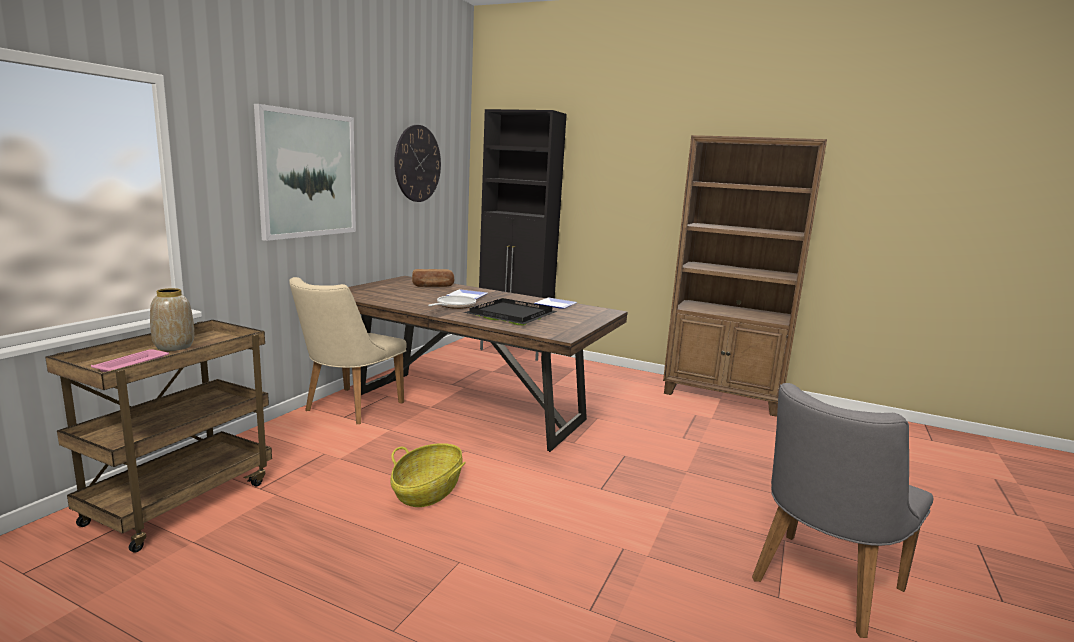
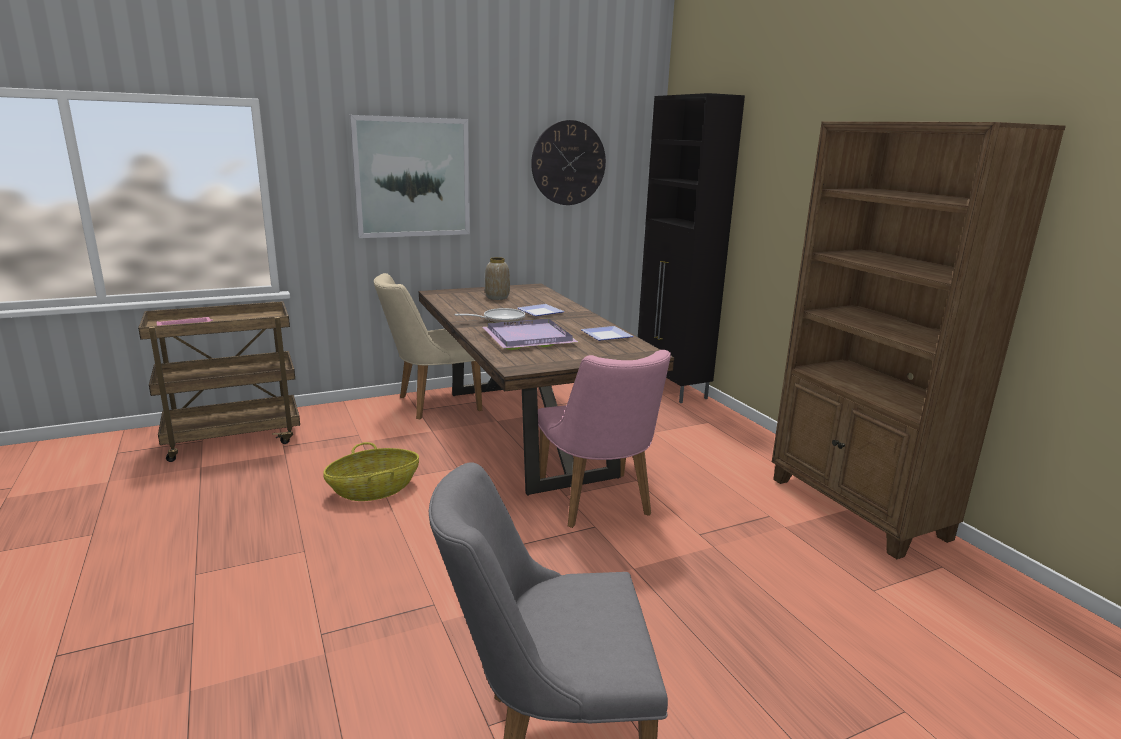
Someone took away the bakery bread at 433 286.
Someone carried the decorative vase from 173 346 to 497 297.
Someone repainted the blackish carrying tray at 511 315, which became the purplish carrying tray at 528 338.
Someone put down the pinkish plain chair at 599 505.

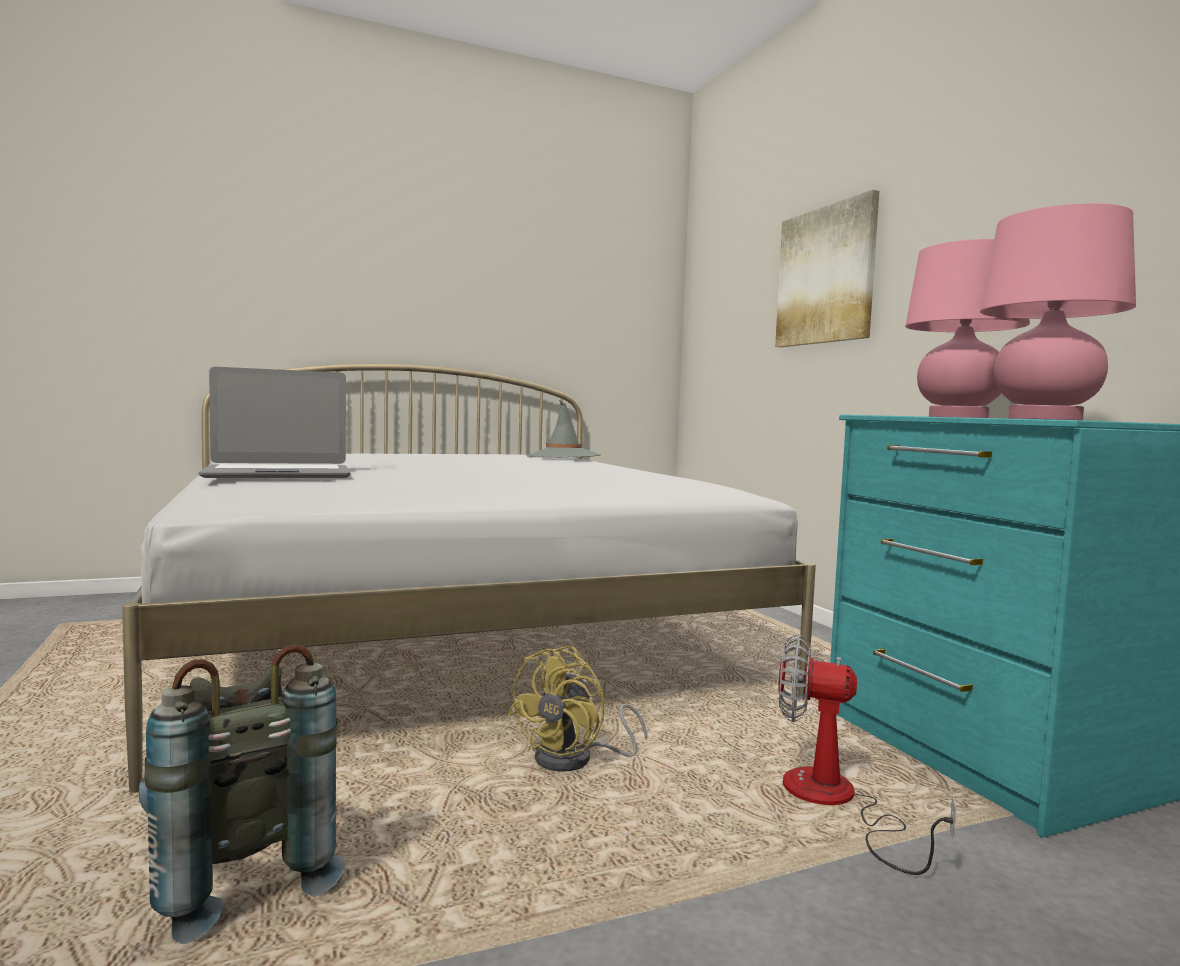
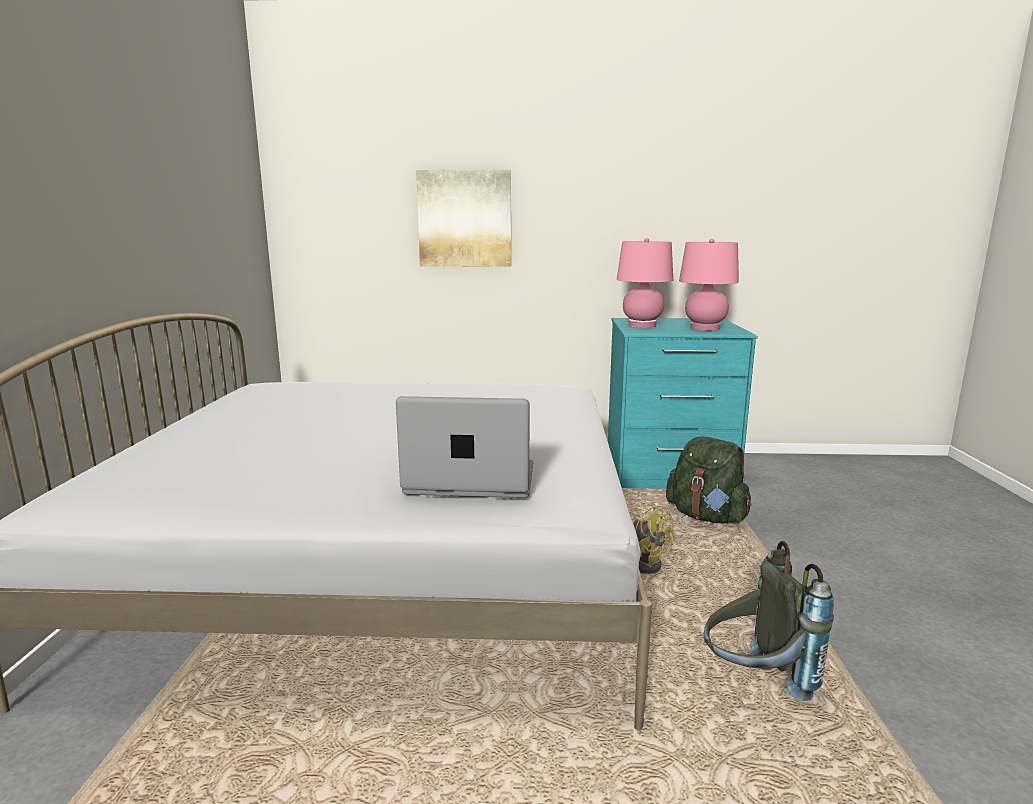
Someone rotated the notebook computer at 278 474 by 90 degrees counterclockwise.
Someone took away the greyish hat at 563 457.
Someone swapped the cooling fan at 835 803 for the greenish knapsack at 707 516.

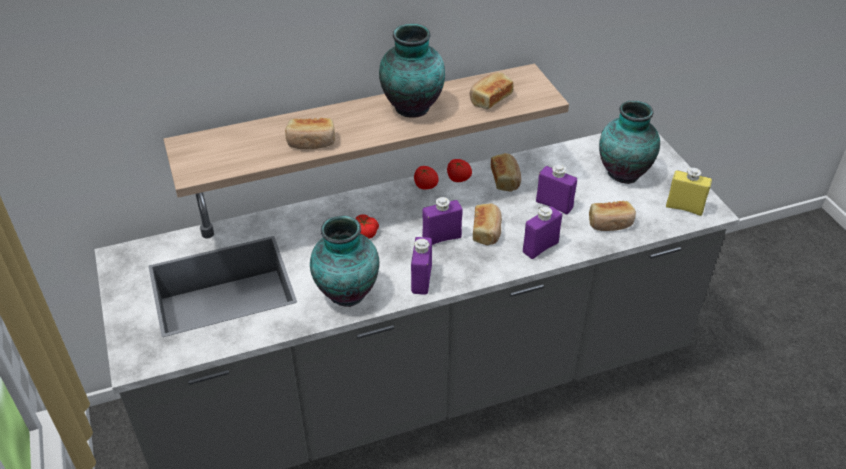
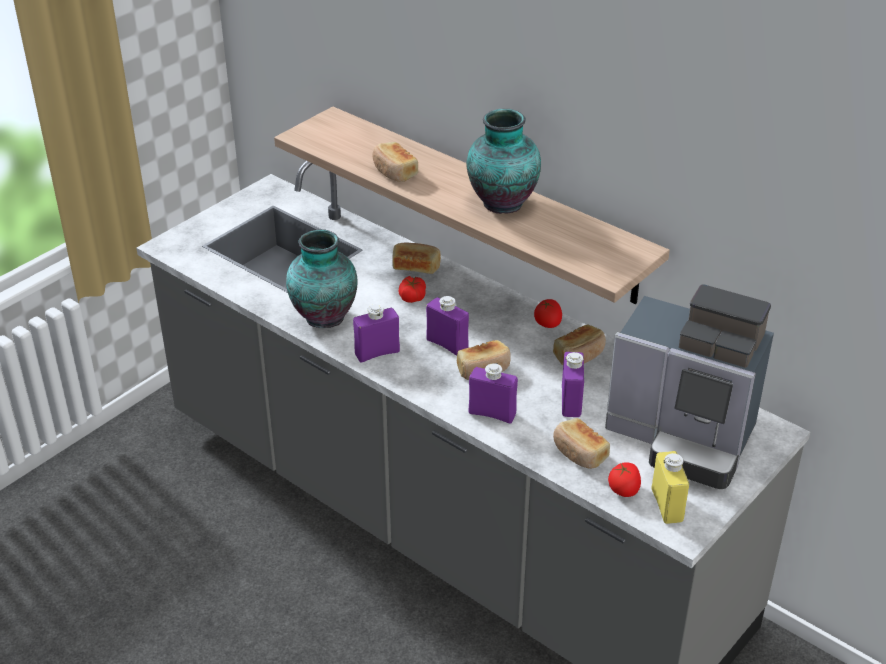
Someone carried the bakery bread from 489 99 to 416 266.
Someone swapped the decorative vase at 623 172 for the coffee brewer at 683 438.
Someone carried the fresh tomato from 425 186 to 624 490.

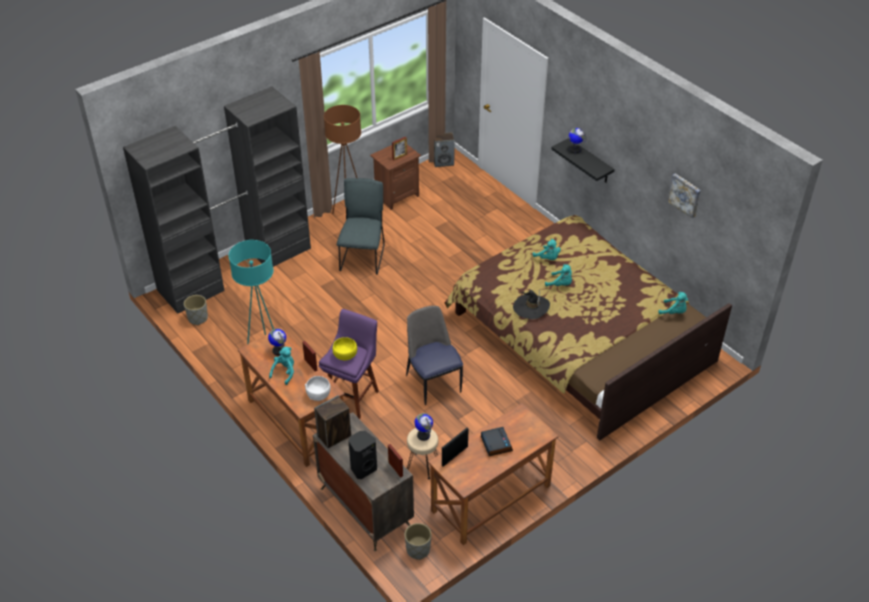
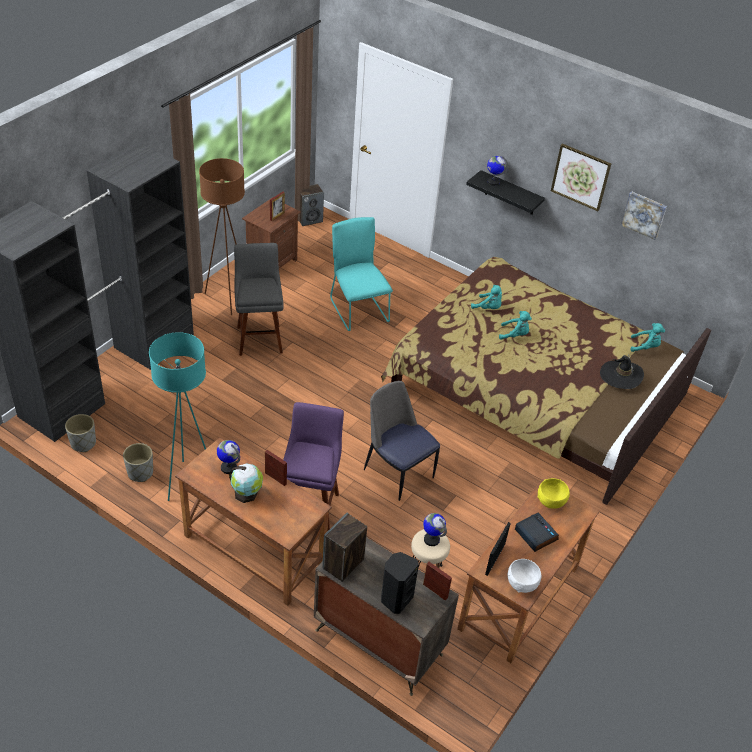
Someone swapped the greyish plain chair at 363 256 for the greyish stool seat at 259 337.
Someone carried the blackish hat from 531 307 to 621 376.
Someone carried the yellowish deep dish from 345 355 to 551 501.
Someone swapped the turquoise-coloured plush toy at 284 372 for the desk globe at 247 494.
Someone carried the white-coloured deep dish from 318 394 to 521 583.
Someone carried the greyish flower pot from 418 550 to 140 473.
Someone put up the wall picture at 580 177.
Someone put down the turquoise-coloured plain chair at 358 309.

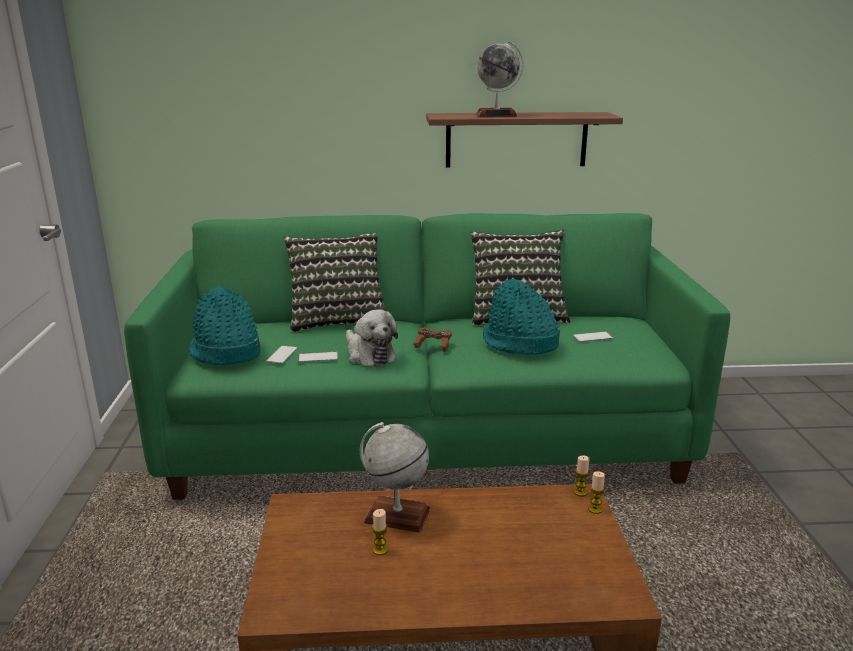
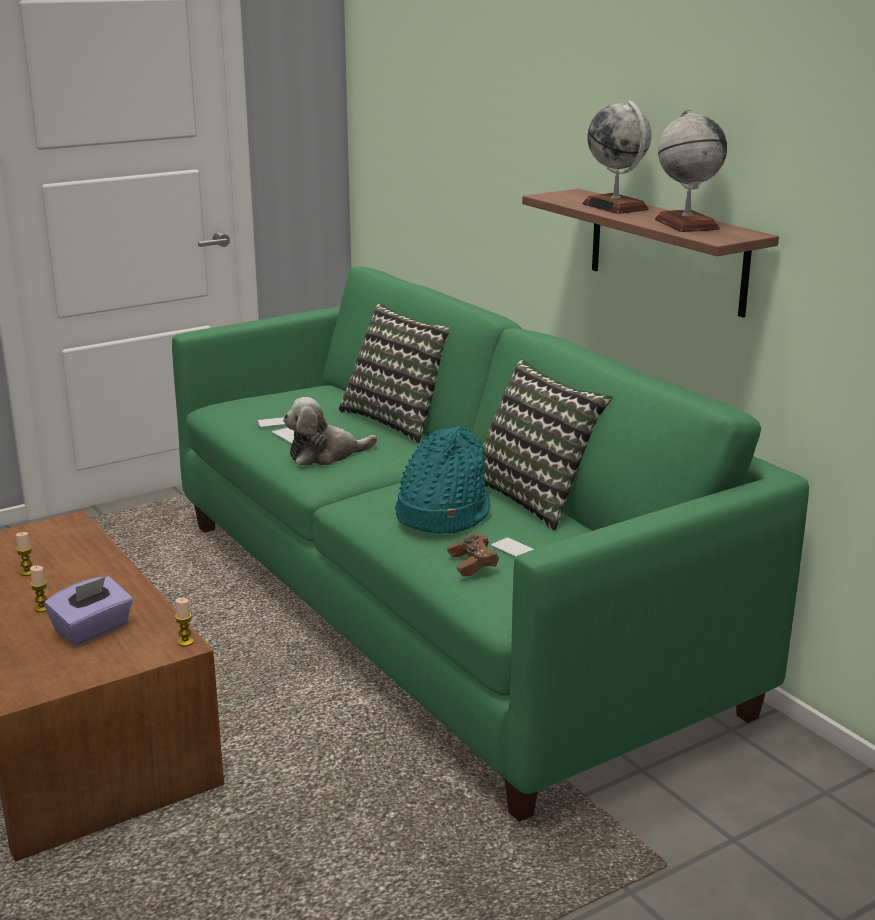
Someone took away the turquoise-coloured hat at 225 352.
Someone rotated the plush toy at 369 354 by 45 degrees clockwise.
Someone carried the brown game controller from 433 345 to 472 564.
Someone carried the desk globe from 397 515 to 686 224.
Someone carried the wax light from 595 509 to 42 608.
Someone put down the purplish tissue holder at 93 630.

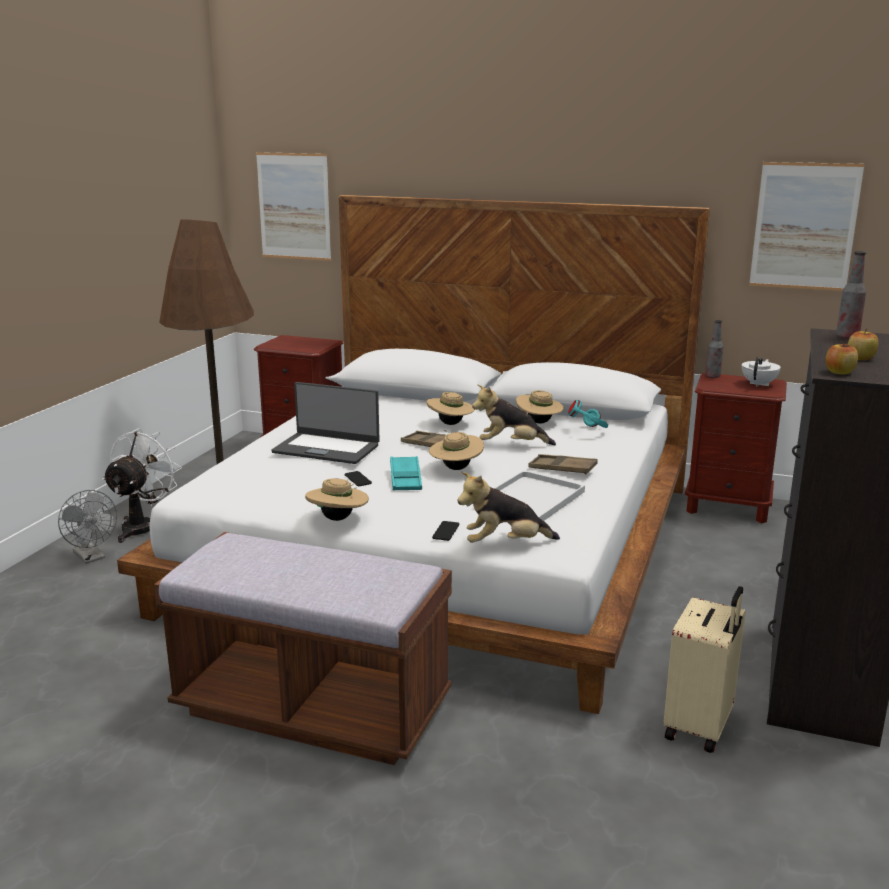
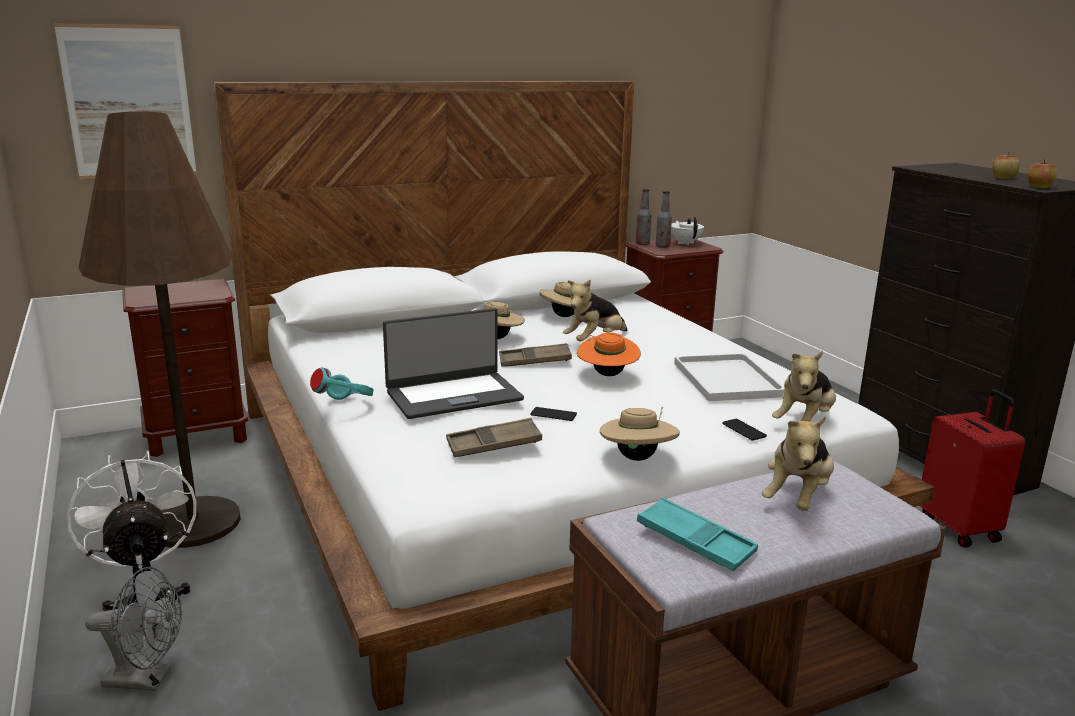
Someone took away the wall picture at 804 226.
Someone carried the drink bottle from 847 337 to 662 246.
Someone carried the turquoise-coloured pair of headphones from 589 430 to 345 406.
Someone repainted the sand-coloured hat at 456 468, which became the orange-coloured hat at 607 374.
Someone carried the brown carrying tray from 562 469 to 494 445.
Someone carried the turquoise-coloured carrying tray from 405 478 to 695 541.
Someone repainted the sand-coloured travel case at 700 727, which became the red-coloured travel case at 960 528.
Someone put down the plush toy at 797 497.

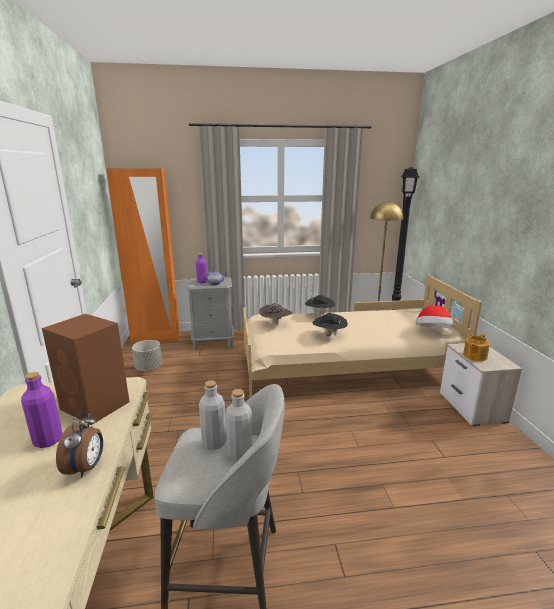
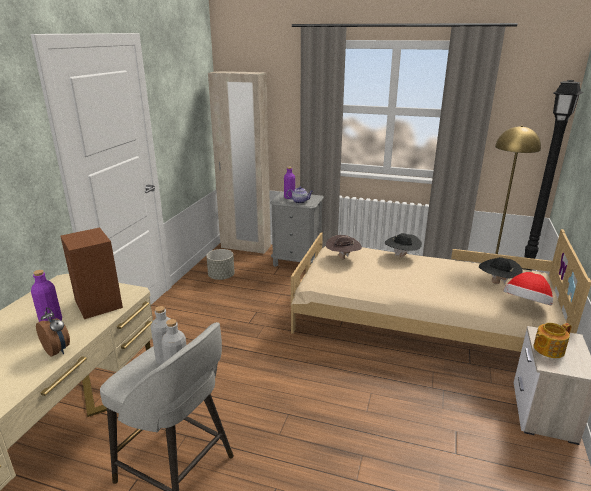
Someone repainted the orange-coloured clothes cupboard at 156 338, which became the sand-coloured clothes cupboard at 245 247.
Someone carried the blackish hat from 329 335 to 497 283.
Someone rotated the table clock at 86 468 by 75 degrees counterclockwise.

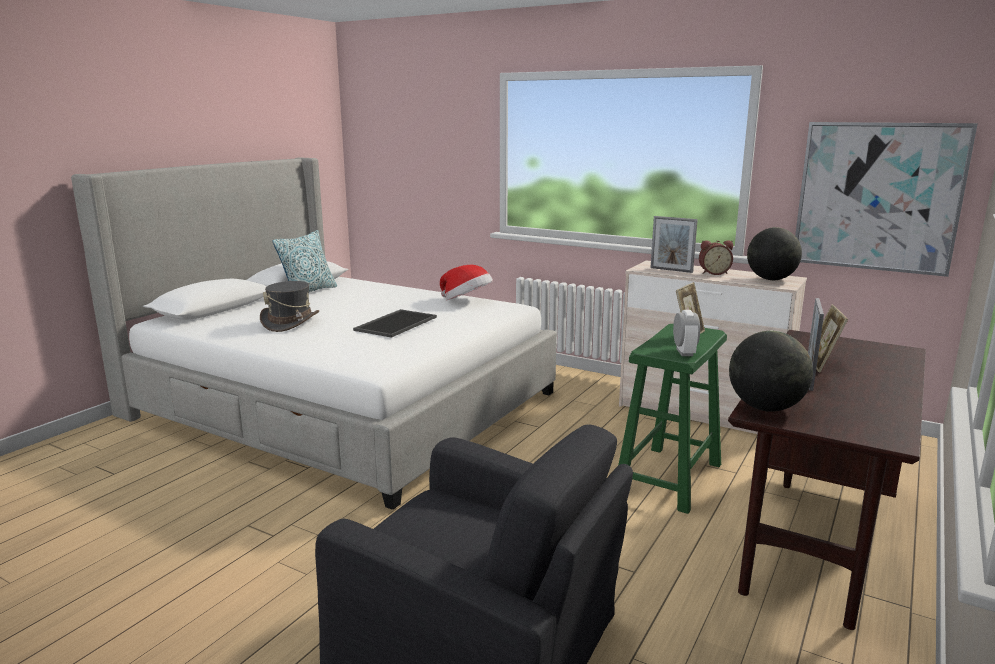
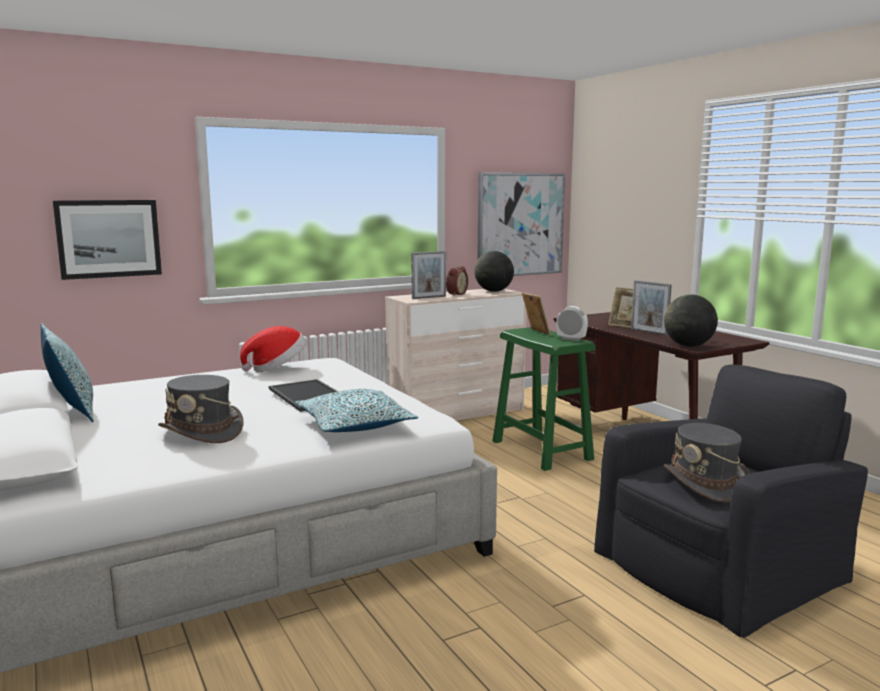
Someone put up the wall picture at 109 238.
Someone put down the throw pillow at 354 425.
Someone put down the greyish hat at 705 483.

